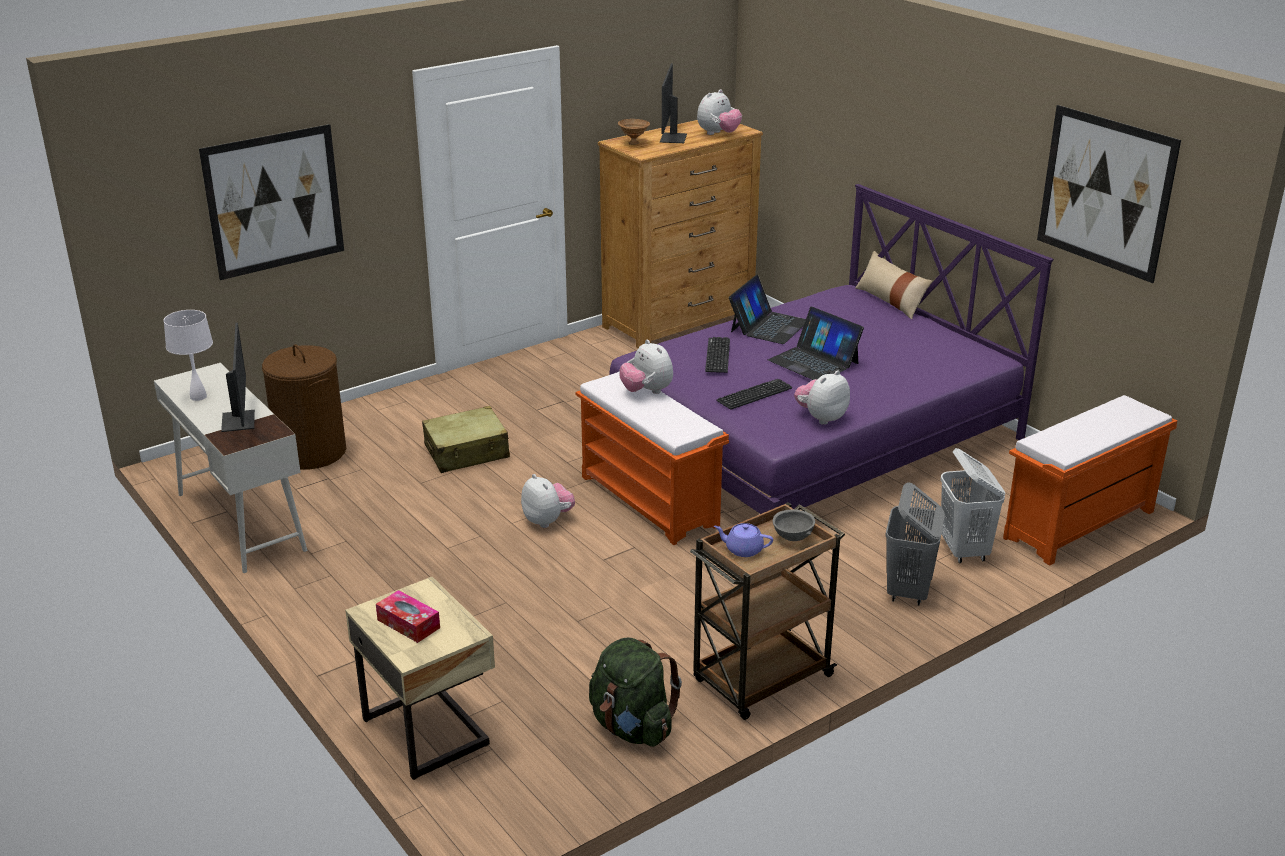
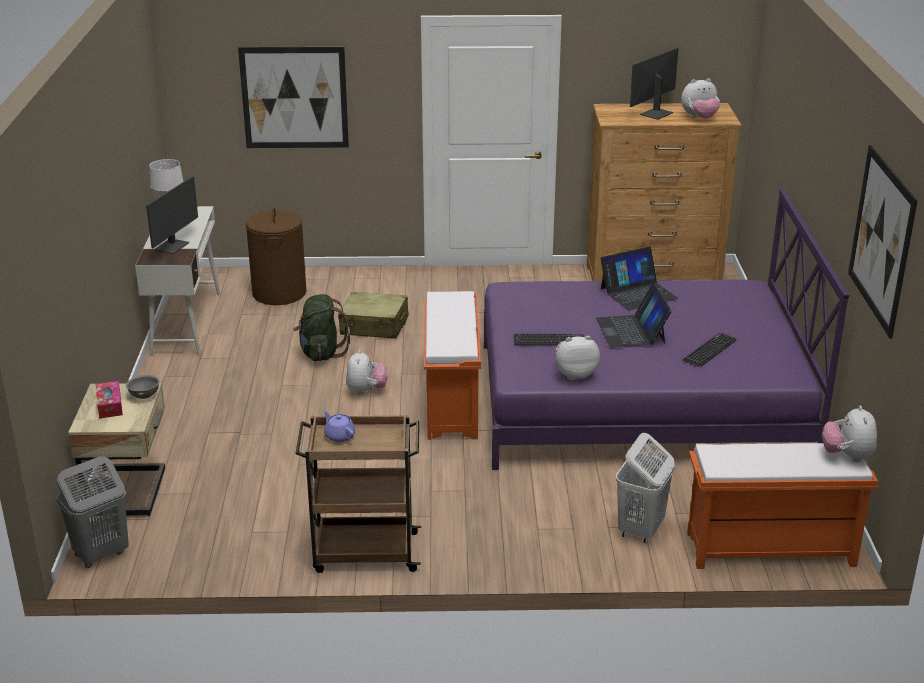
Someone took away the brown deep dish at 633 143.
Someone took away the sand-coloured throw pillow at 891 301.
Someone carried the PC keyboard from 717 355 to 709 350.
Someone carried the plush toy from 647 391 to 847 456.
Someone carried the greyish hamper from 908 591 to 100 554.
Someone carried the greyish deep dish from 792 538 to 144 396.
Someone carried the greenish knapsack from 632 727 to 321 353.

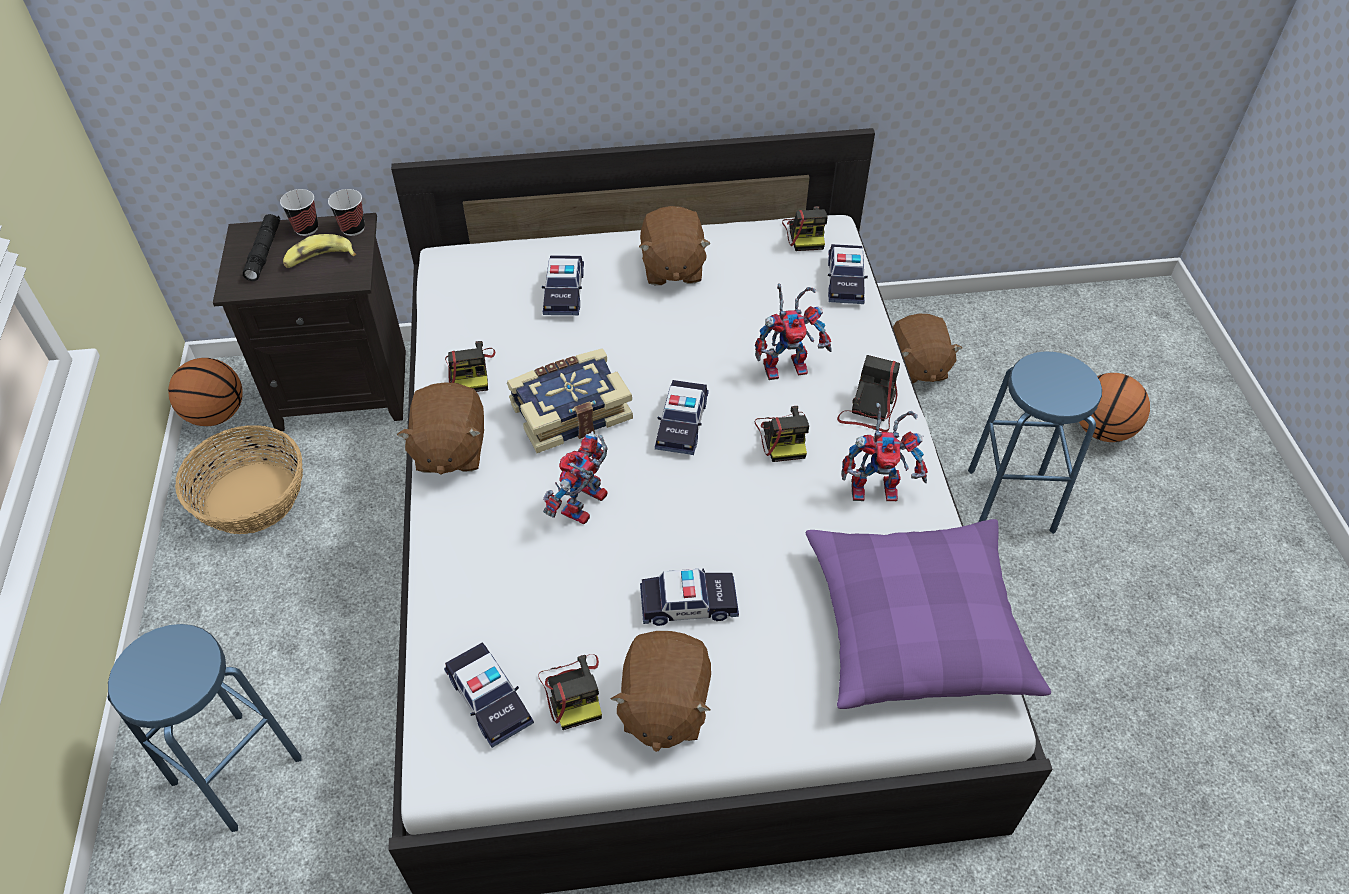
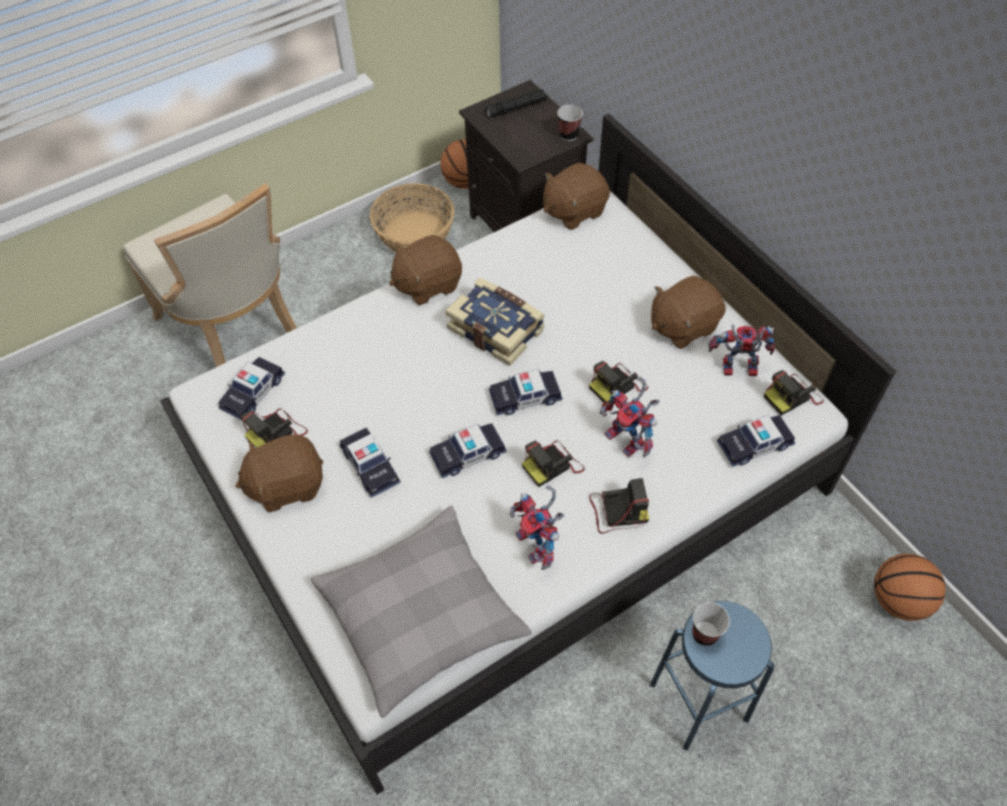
Someone carried the drinking cup from 306 228 to 705 634.
Someone took away the banana at 319 259.
Someone carried the model car from 564 292 to 468 454.
Someone carried the brown plush toy from 917 367 to 573 211.
Someone carried the photo camera from 471 371 to 617 385.
Someone carried the ball for basketball from 1102 429 to 898 600.
Someone carried the robot figure from 585 509 to 736 370.
Someone repainted the purplish throw pillow at 916 625, which became the greyish throw pillow at 421 615.
Someone swapped the blue stool seat at 237 770 for the sand-coloured plain chair at 236 331.

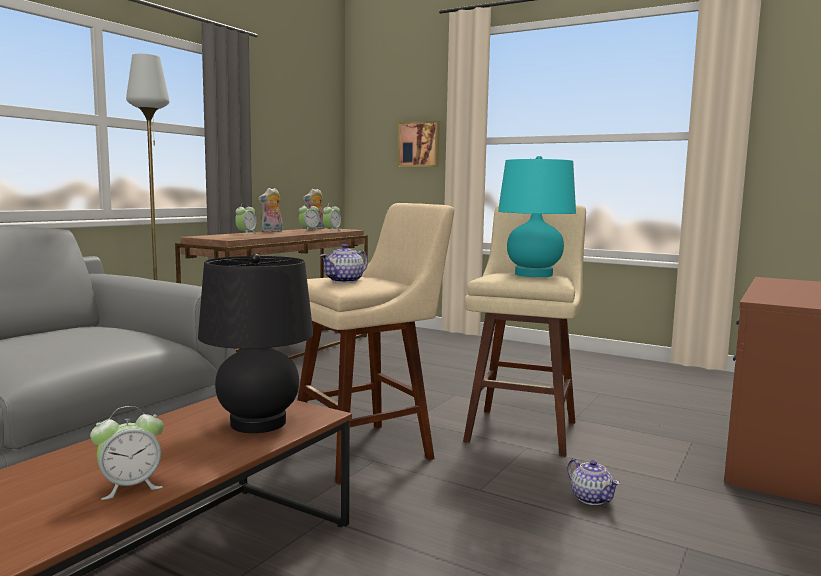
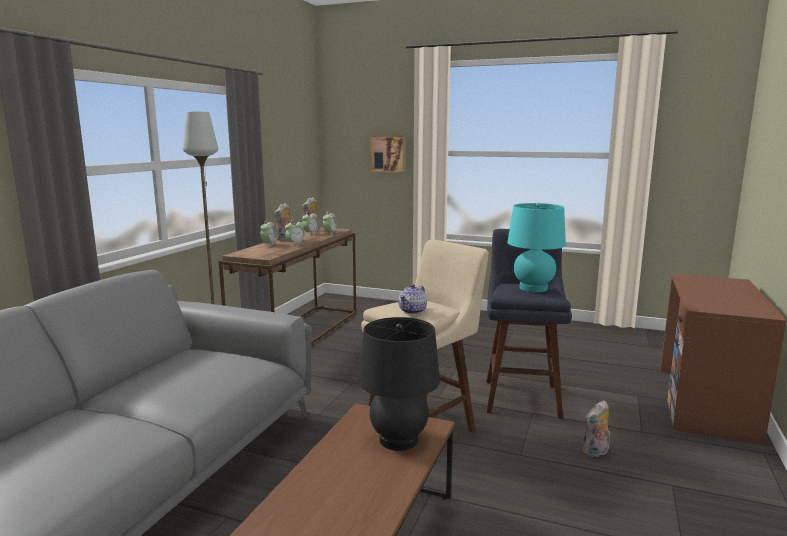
Someone repainted the sand-coloured stool seat at 523 428, which became the blue stool seat at 521 395.
Someone carried the table clock from 130 487 to 295 244.
Someone swapped the teapot at 591 498 for the plush toy at 596 452.

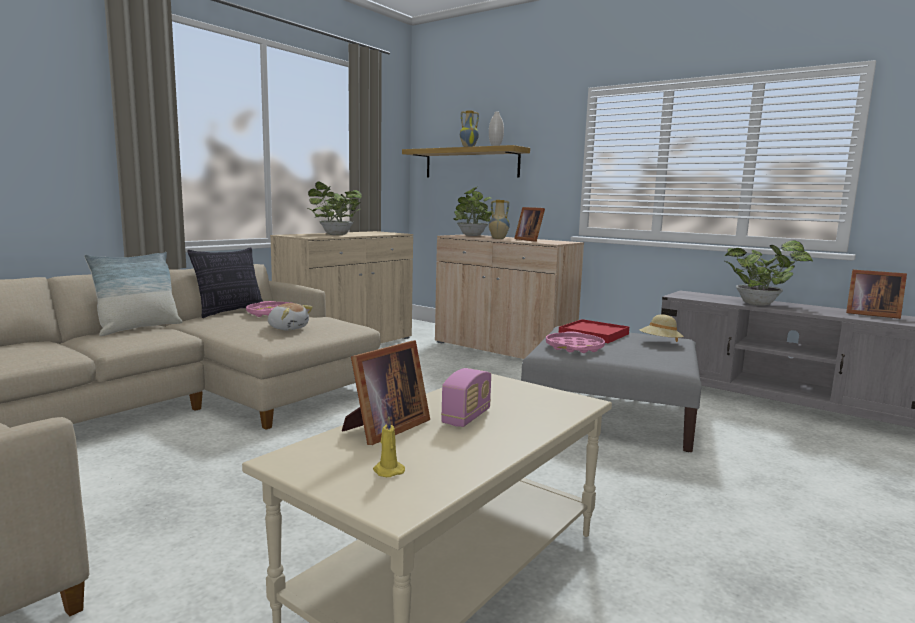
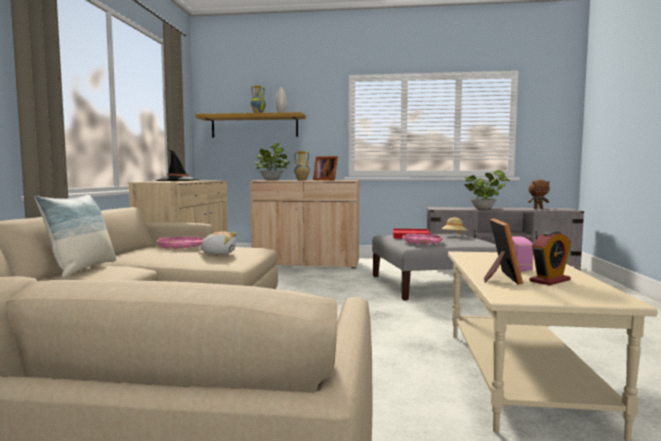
Someone swapped the potted plant at 334 234 for the blackish hat at 177 181.
Someone took away the throw pillow at 230 312.
Someone swapped the photo frame at 869 314 for the brown plush toy at 538 208.
Someone took away the yellowish wax light at 387 470.
Someone put down the table clock at 549 280.

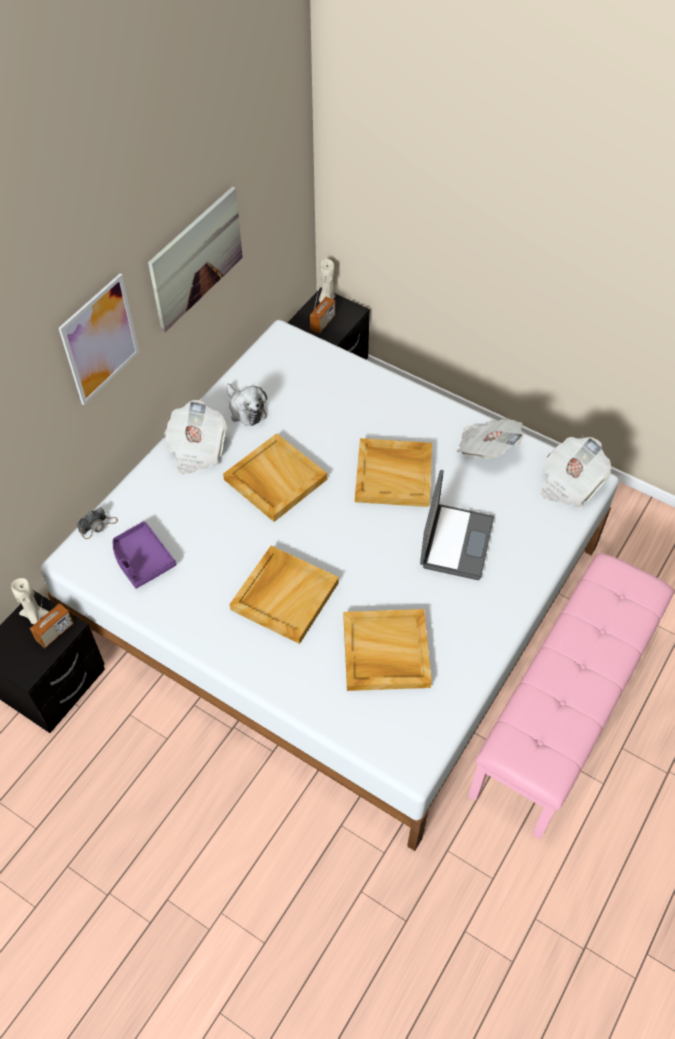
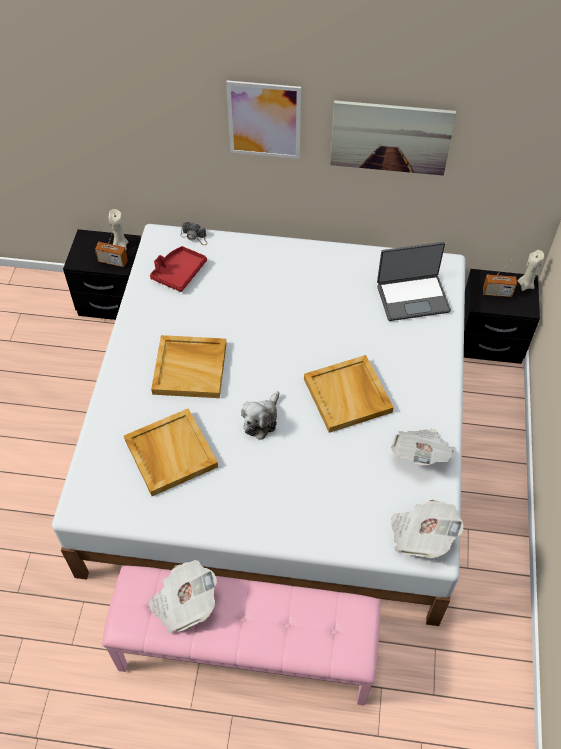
Someone carried the plush toy from 246 410 to 261 420.
Someone carried the daily paper from 196 449 to 184 603.
Someone took away the sand-coloured carrying tray at 274 479.
Someone carried the notebook computer from 455 542 to 412 297.
Someone repainted the purplish carrying tray at 142 560, which became the red-coloured carrying tray at 179 273.

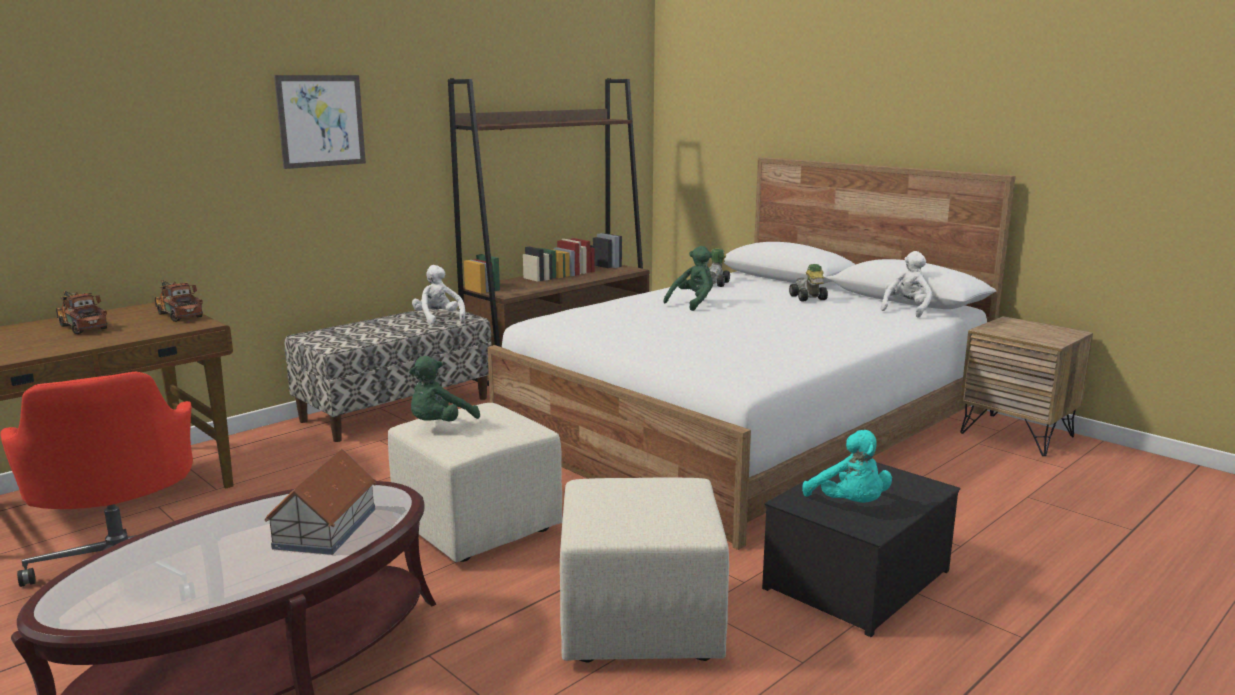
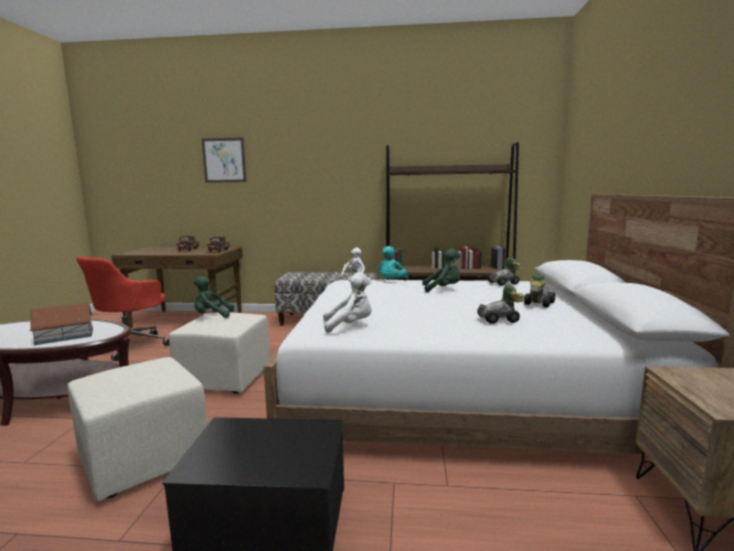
Someone carried the wall picture from 321 121 to 224 160.
Someone carried the white-coloured plush toy from 906 309 to 350 326.
Someone carried the turquoise-coloured plush toy from 850 505 to 391 282.
Someone put down the model car at 500 320.

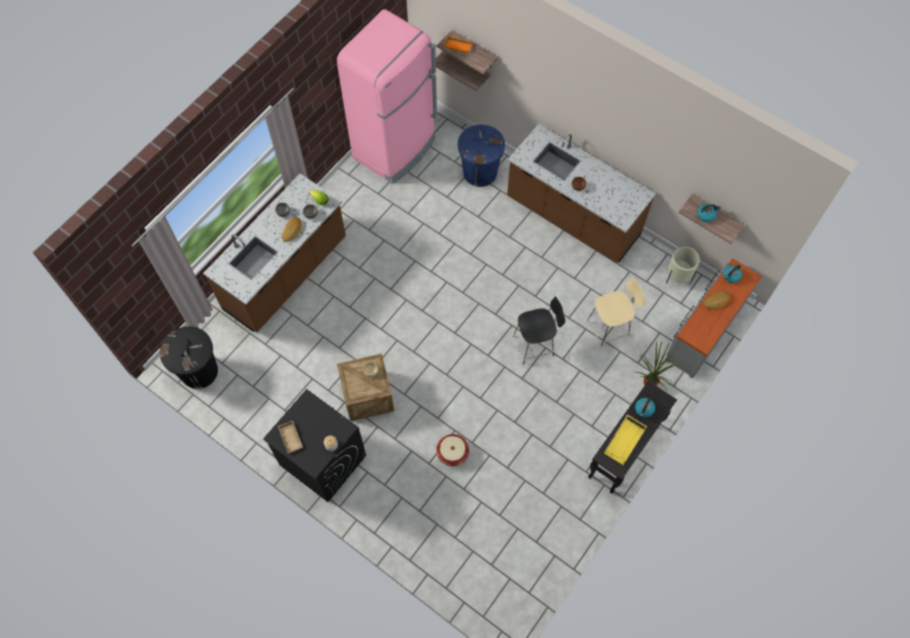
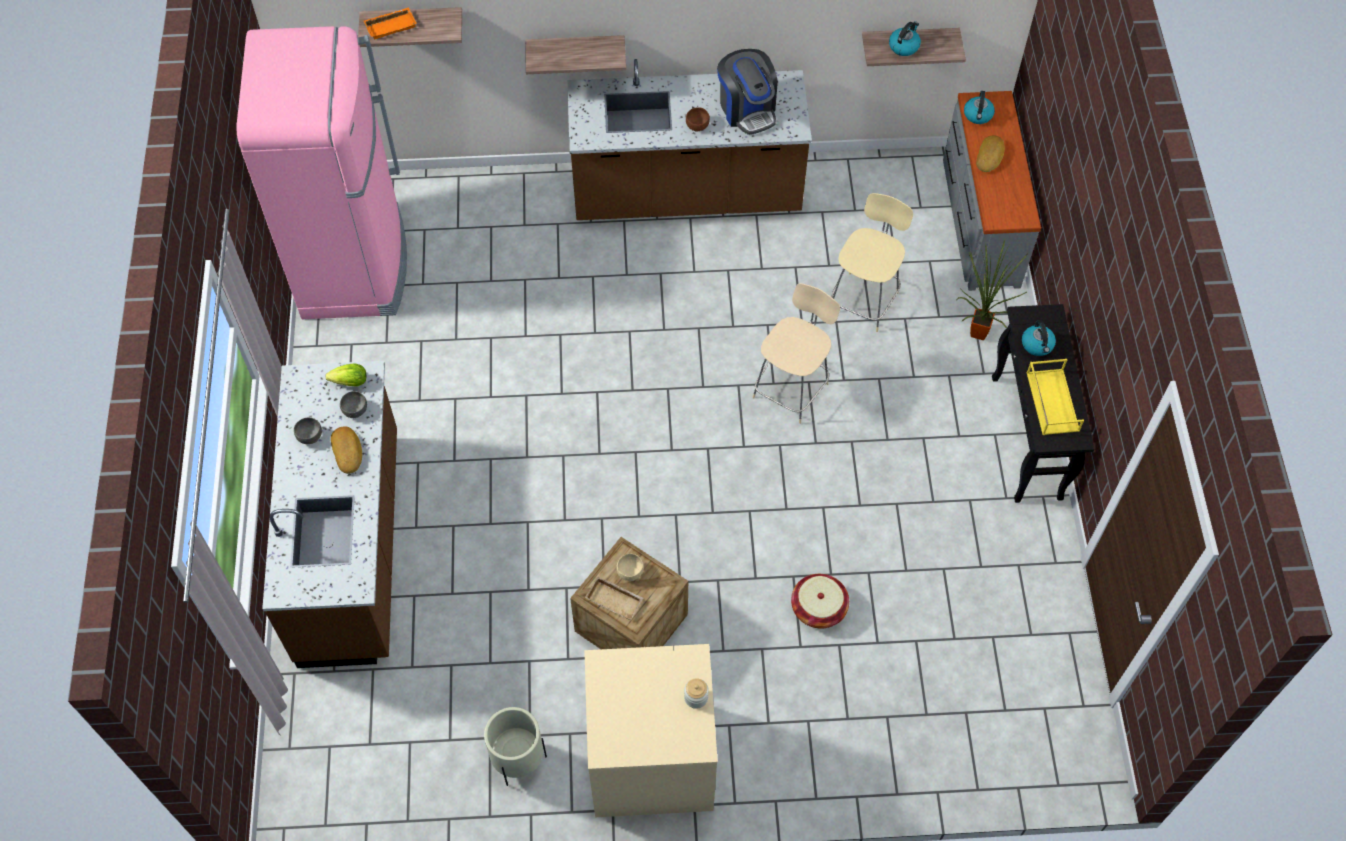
Someone carried the bracket shelf from 468 67 to 575 49.
Someone took away the blue trash can at 480 172.
Someone carried the sand-coloured flower pot from 677 277 to 518 760.
Someone repainted the blackish plain chair at 535 345, which became the sand-coloured plain chair at 792 388.
Someone took away the blackish trash can at 199 371.
Someone repainted the blackish laundry machine at 322 460, which became the sand-coloured laundry machine at 650 760.
Someone carried the sand-coloured carrying tray from 291 438 to 615 599.
Someone put down the coffee brewer at 747 109.

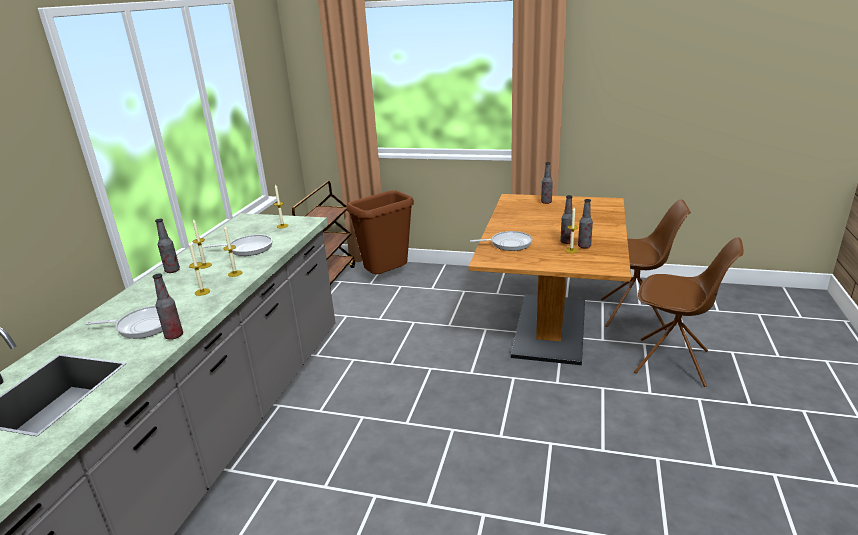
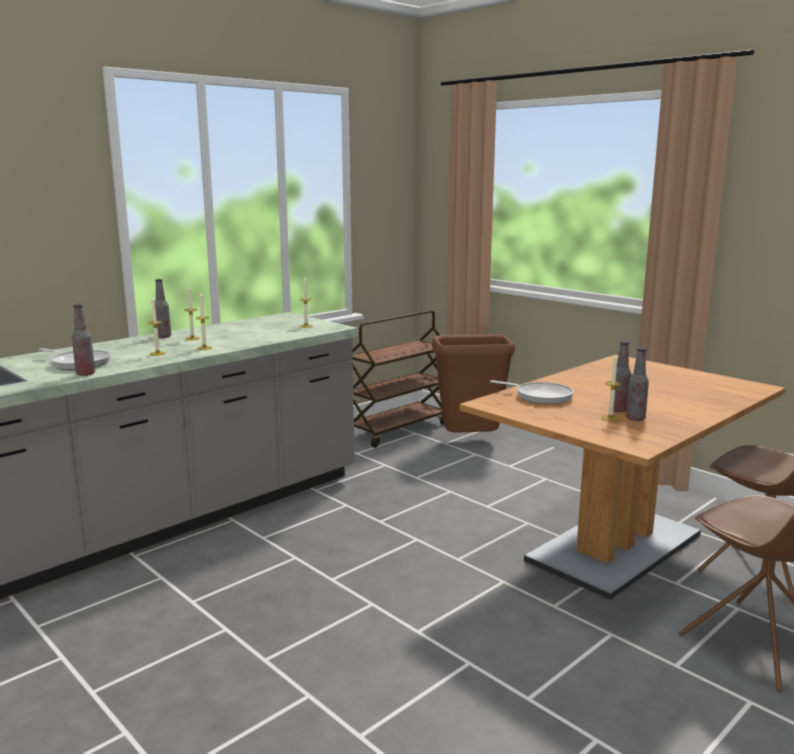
Someone took away the drink bottle at 546 202.
Someone took away the skillet at 248 248.

